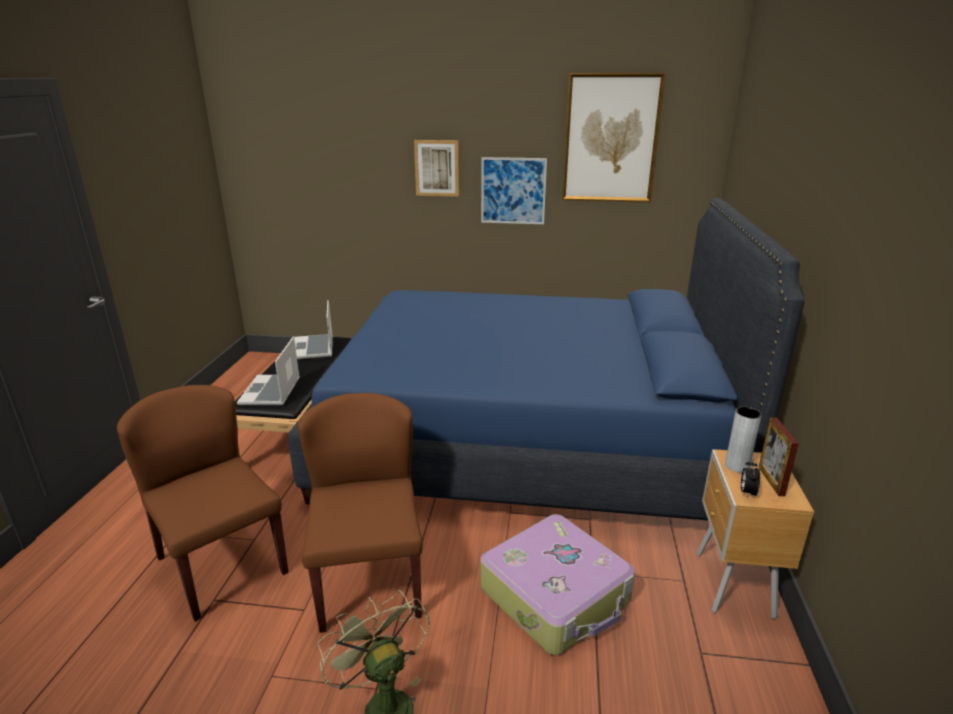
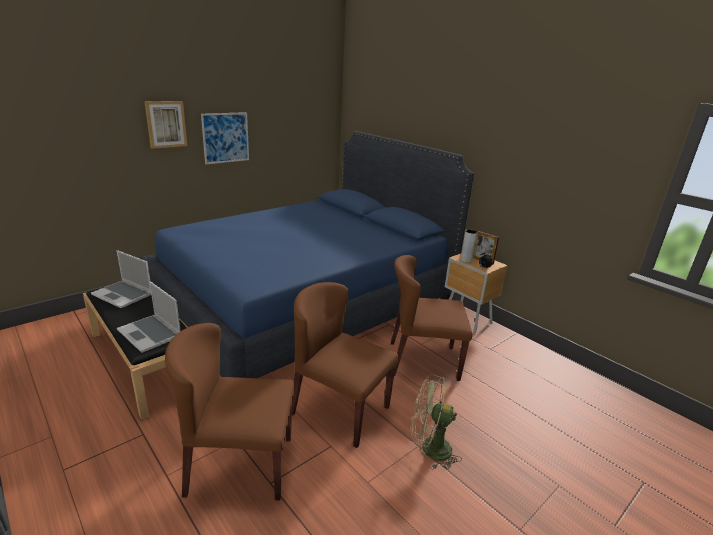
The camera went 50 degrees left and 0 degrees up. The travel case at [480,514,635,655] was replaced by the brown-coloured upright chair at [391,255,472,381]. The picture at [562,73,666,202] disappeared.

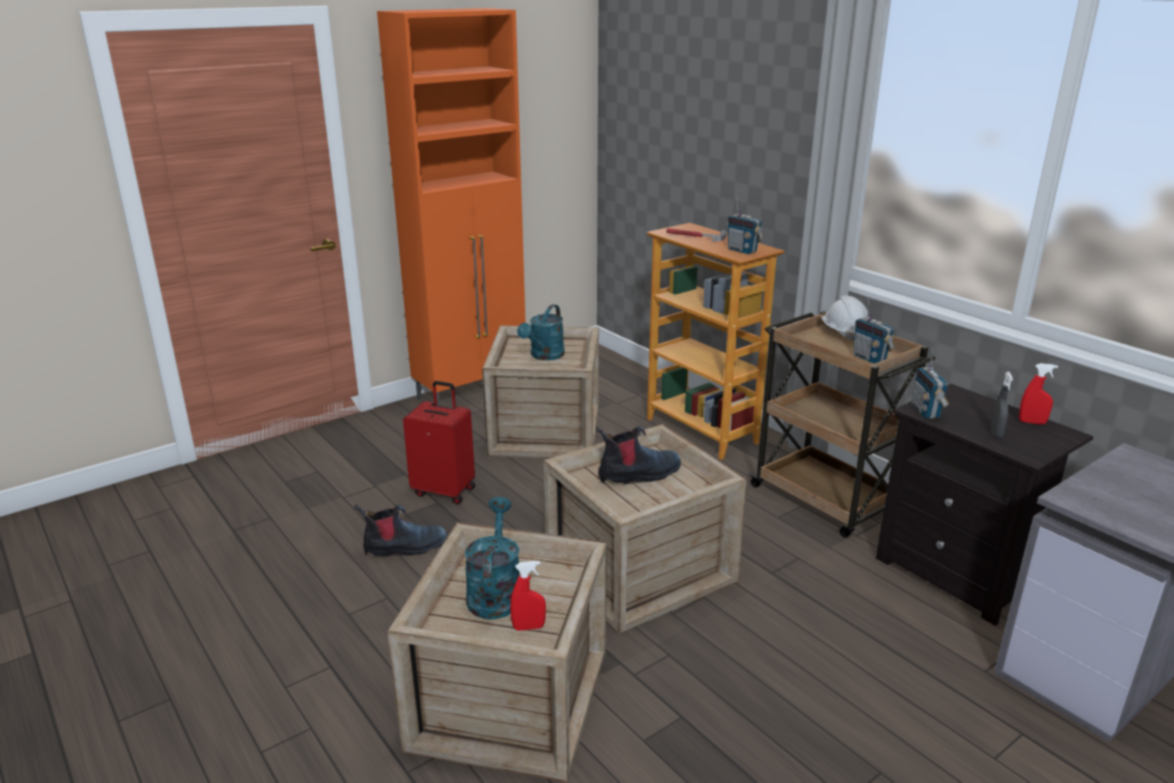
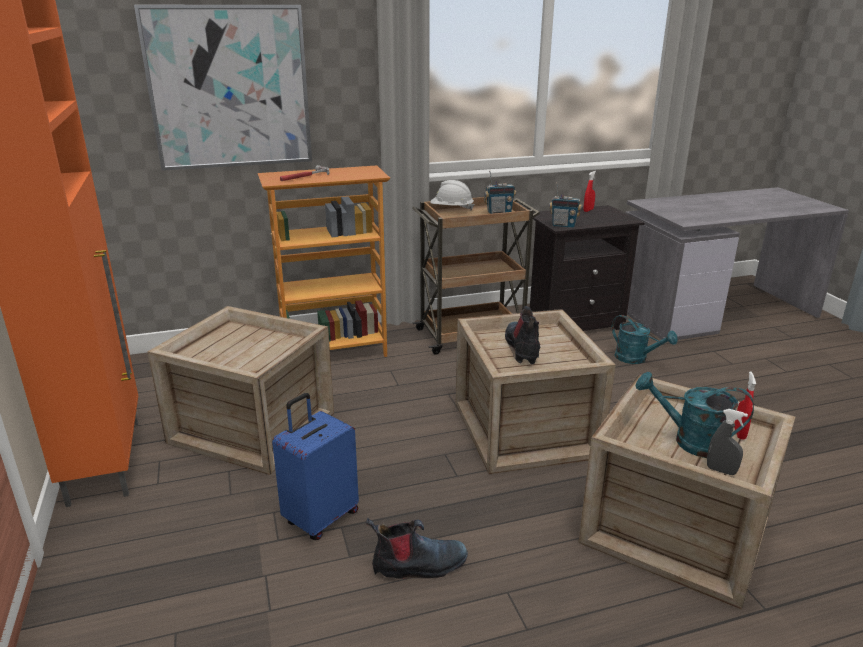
The camera went 70 degrees left and 0 degrees up. The high-top boot at [354,504,447,557] turned 75 degrees clockwise. The red travel case at [403,381,475,504] became the bluish travel case at [272,393,359,540]. The blue-green watering can moved from [517,304,565,360] to [612,315,678,364]. The radio receiver at [727,196,763,254] disappeared. The greyish sprayer moved from [990,372,1013,438] to [707,409,748,475]. The picture at [134,5,312,171] appeared.

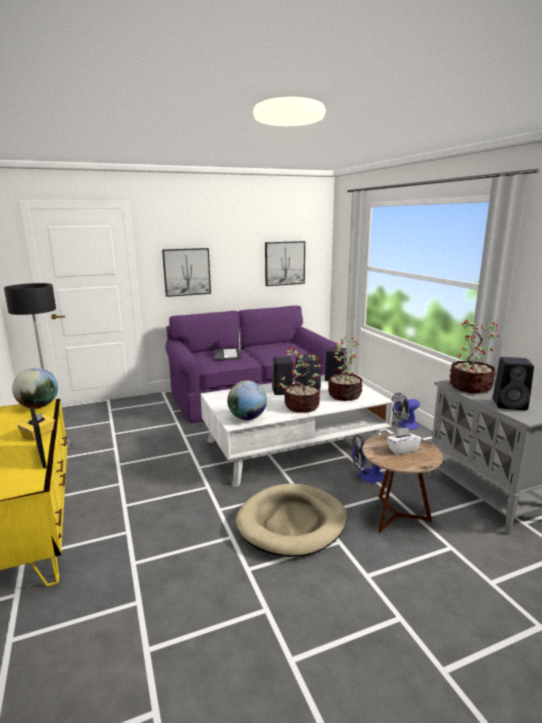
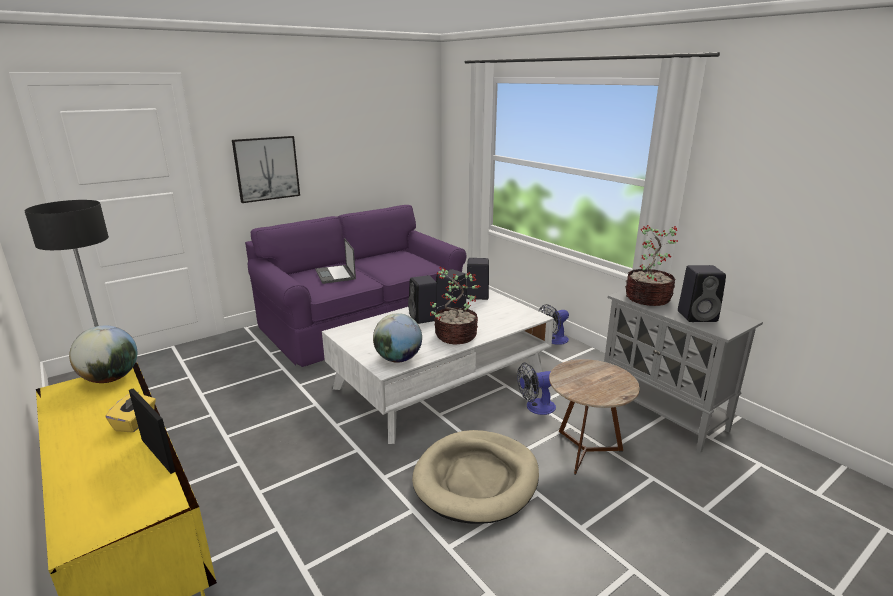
The camera went 15 degrees left and 5 degrees up. The picture at [265,241,305,286] disappeared. The plant in a pot at [328,337,363,401] disappeared. The white tissue holder at [386,427,422,455] disappeared.

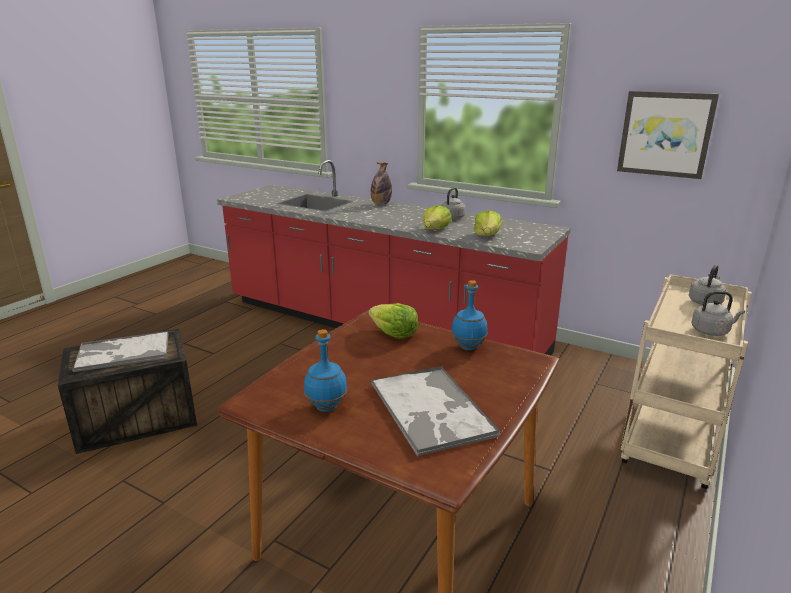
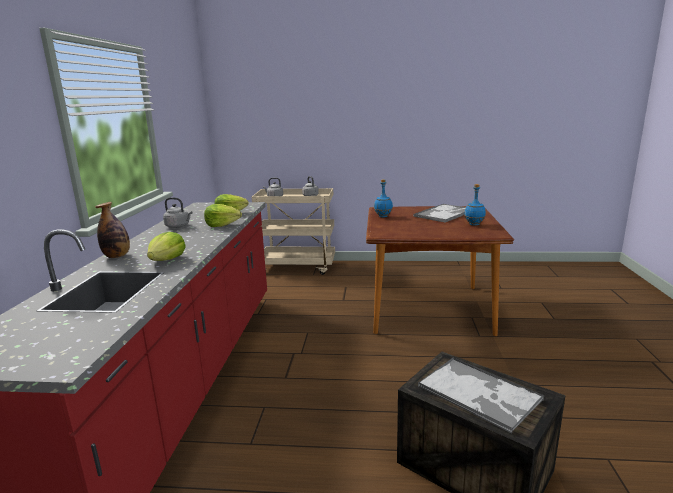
The camera went 115 degrees left and 5 degrees down. The lettuce moved from [368,303,419,339] to [147,232,186,261]. The picture at [617,91,719,179] disappeared.

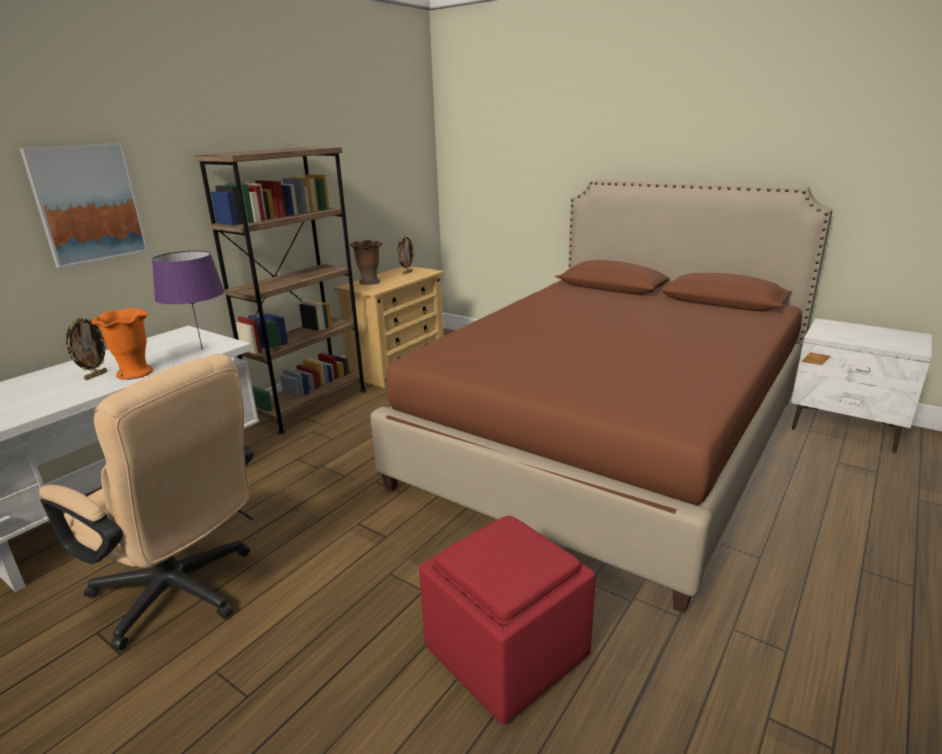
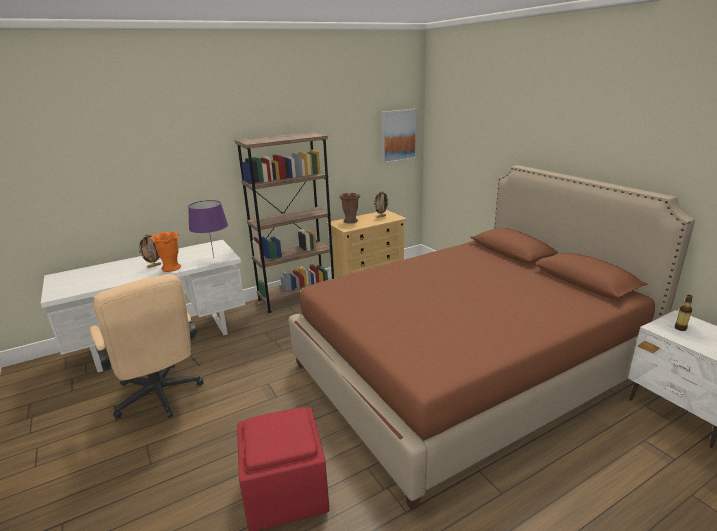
The camera went 25 degrees right and 0 degrees up. The picture moved from [20,143,149,268] to [381,109,417,163]. The beverage bottle at [675,295,693,331] appeared.

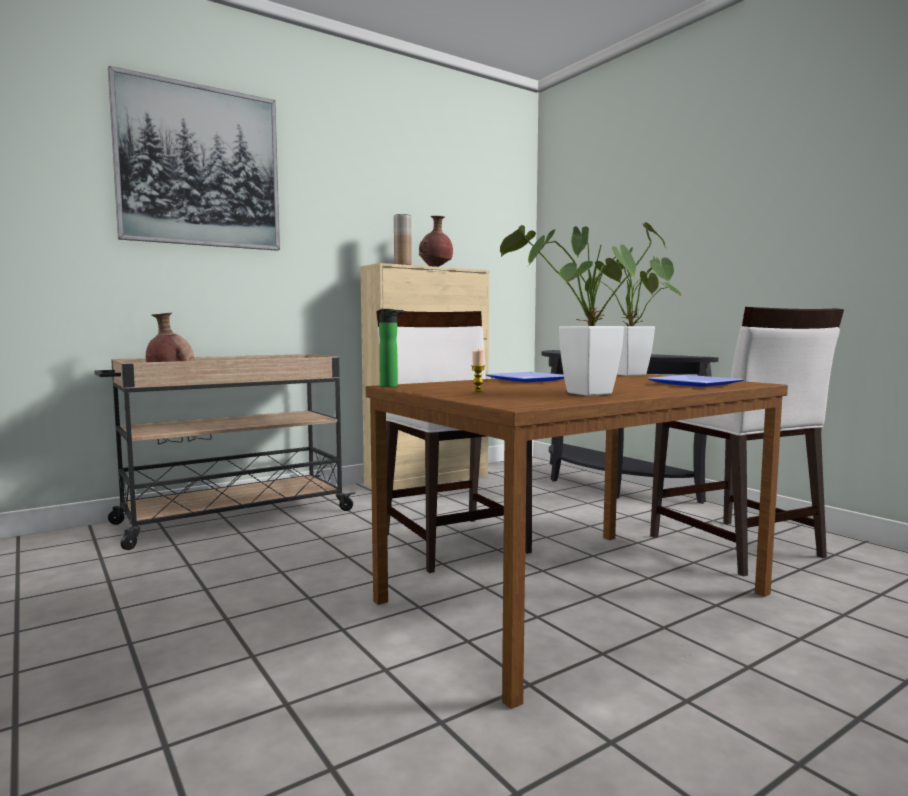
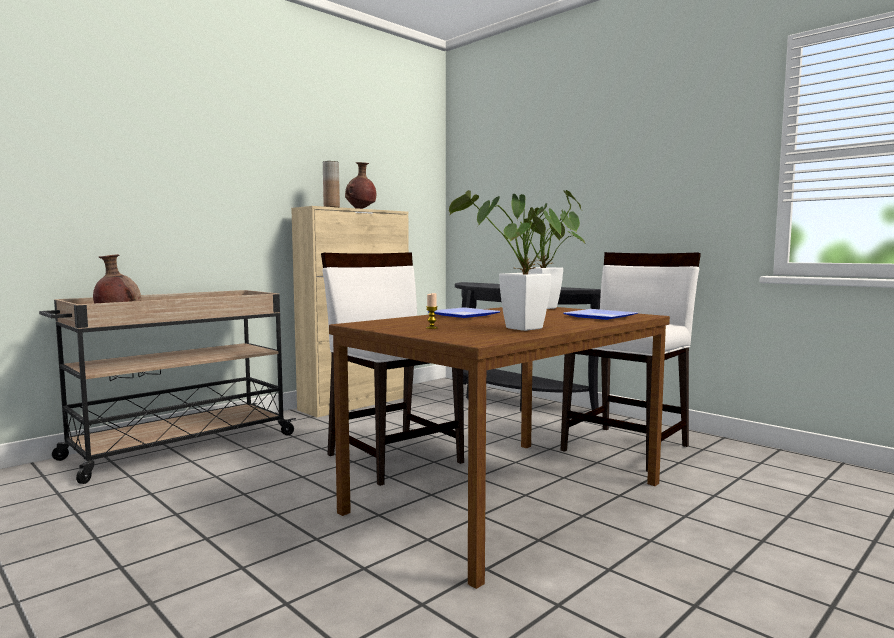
The camera went 10 degrees left and 0 degrees up. The picture at [108,66,280,251] disappeared. The beverage bottle at [379,309,404,387] disappeared. The white upright chair at [650,307,844,576] turned 105 degrees counterclockwise.

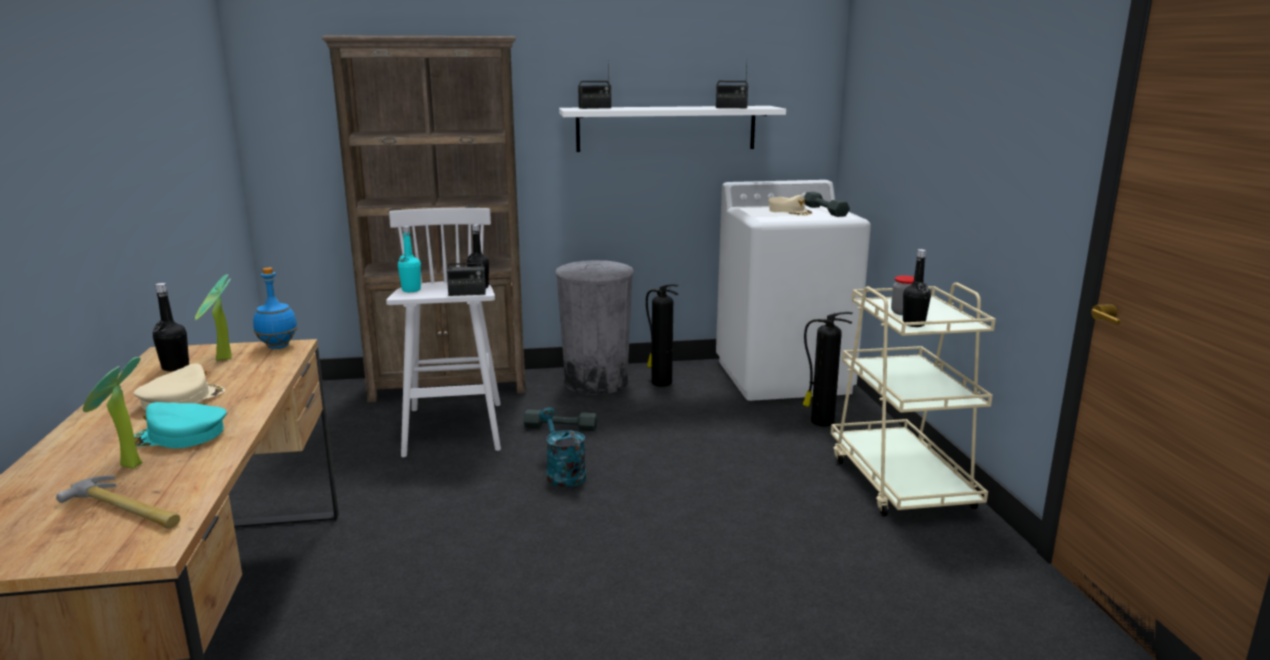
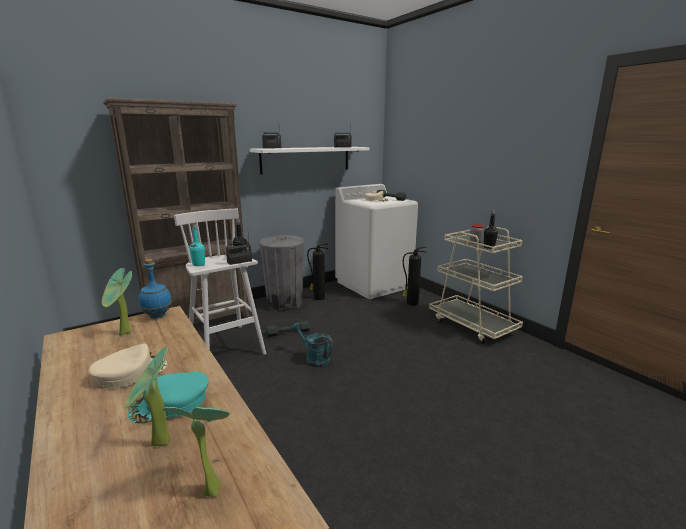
The camera went 25 degrees left and 0 degrees up. The hand hammer at [56,476,180,529] was replaced by the plant in a pot at [163,407,230,497]. The beige peaked cap at [134,363,225,410] turned 45 degrees clockwise. The black beverage bottle at [153,283,189,371] disappeared.

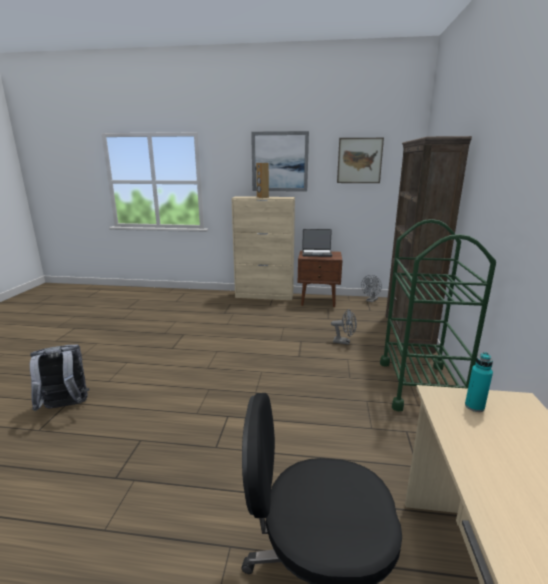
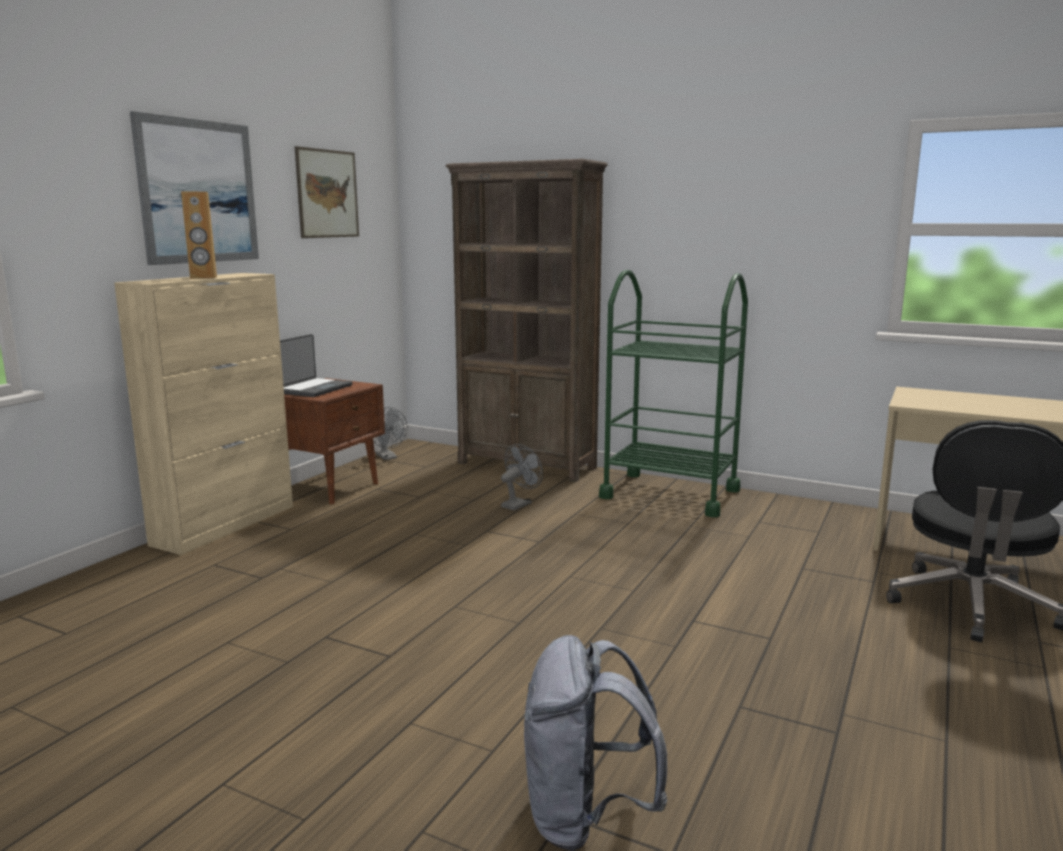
The camera went 70 degrees left and 5 degrees down. The blue-green beverage bottle at [465,352,493,412] disappeared.

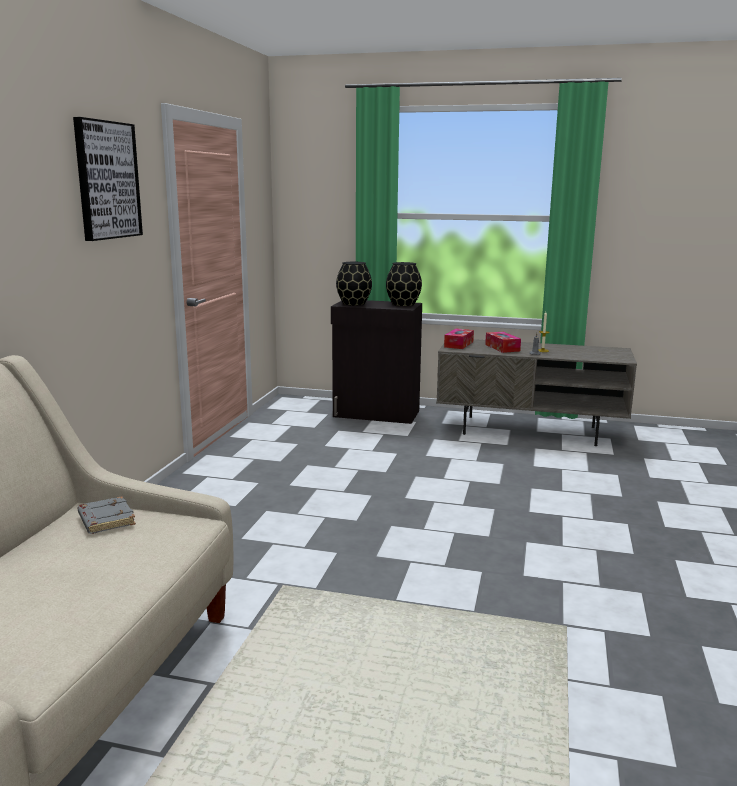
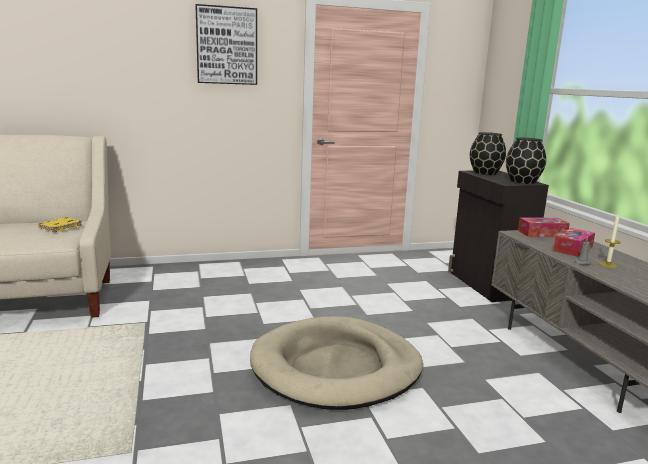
The camera went 60 degrees right and 0 degrees up. The greyish volume at [77,496,136,534] became the yellowish volume at [38,217,82,232]. The beige dog cushion at [250,316,423,410] appeared.

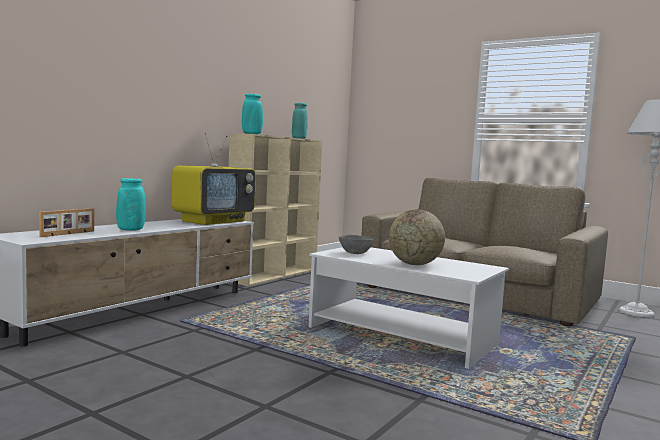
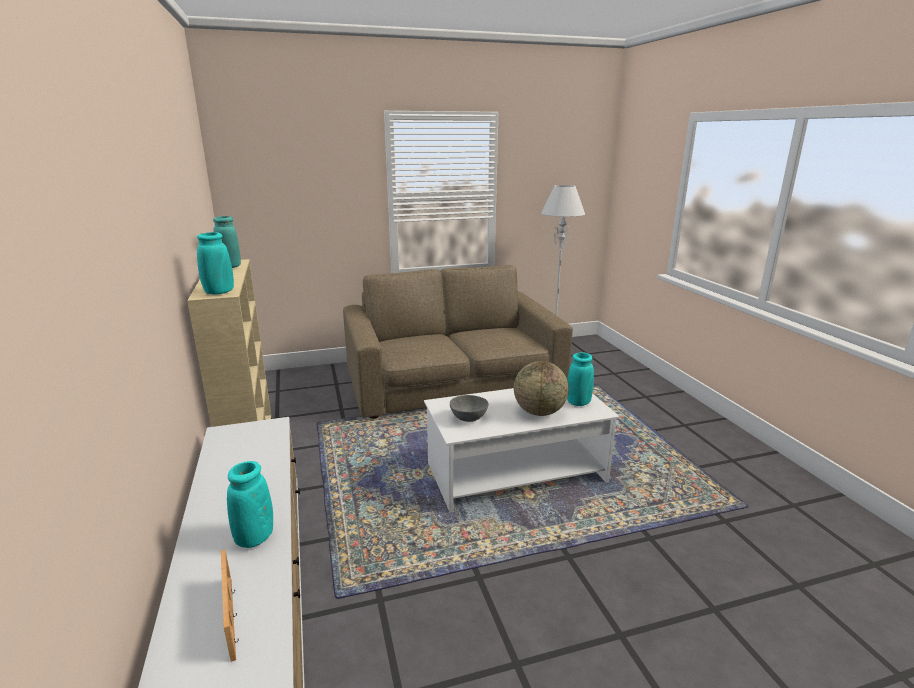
The camera went 50 degrees left and 15 degrees up. The TV at [172,133,256,225] disappeared. The blue-green vase at [567,352,594,406] appeared.

